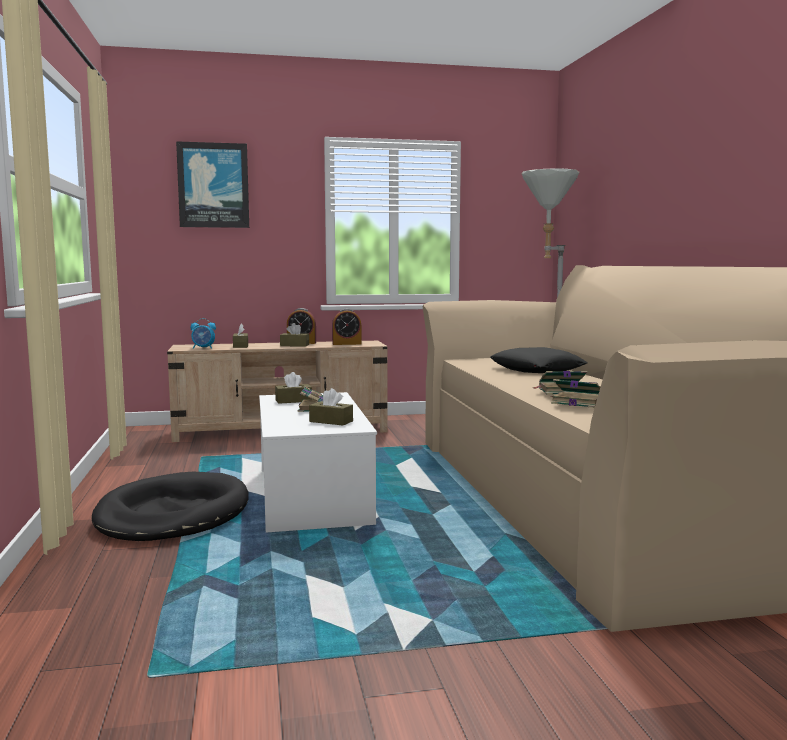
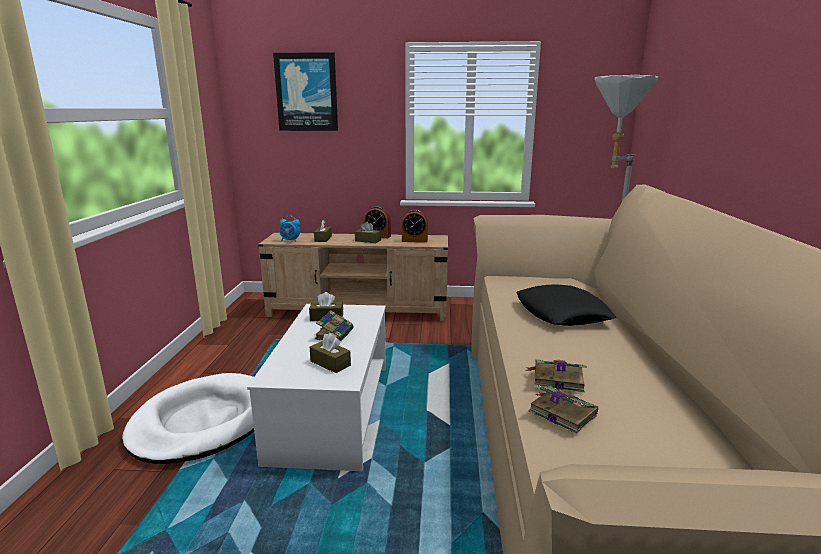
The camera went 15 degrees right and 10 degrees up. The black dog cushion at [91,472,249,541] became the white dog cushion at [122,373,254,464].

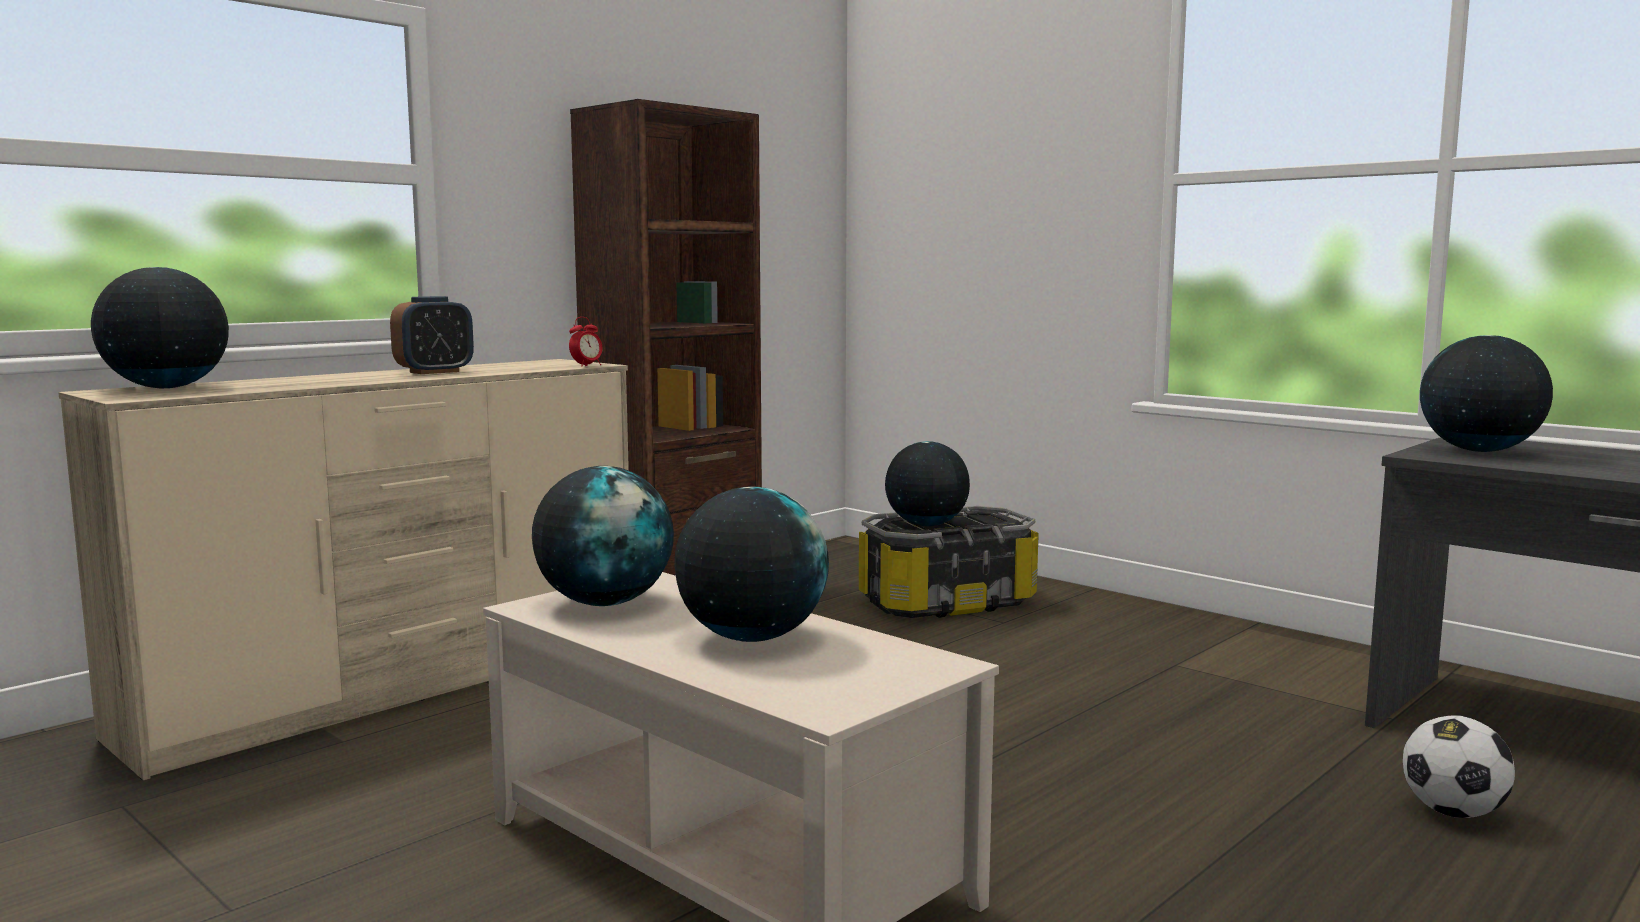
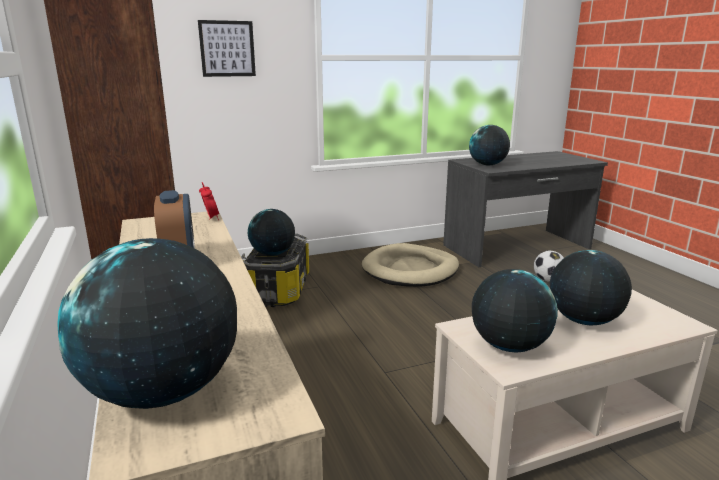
The camera went 65 degrees left and 10 degrees up. The picture at [198,20,256,77] appeared. The beige dog cushion at [362,243,459,287] appeared.

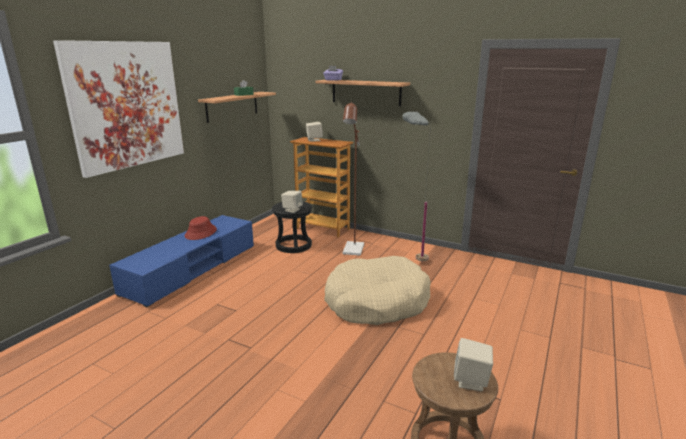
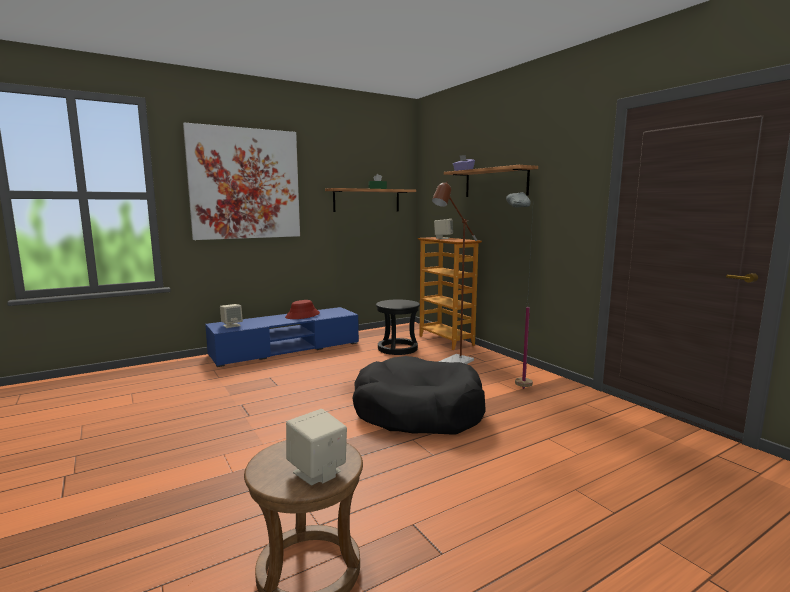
The camera went 30 degrees right and 10 degrees down. The beige loudspeaker moved from [281,191,303,213] to [220,304,243,328]. The beige dog cushion at [324,256,431,325] became the black dog cushion at [352,356,486,435].

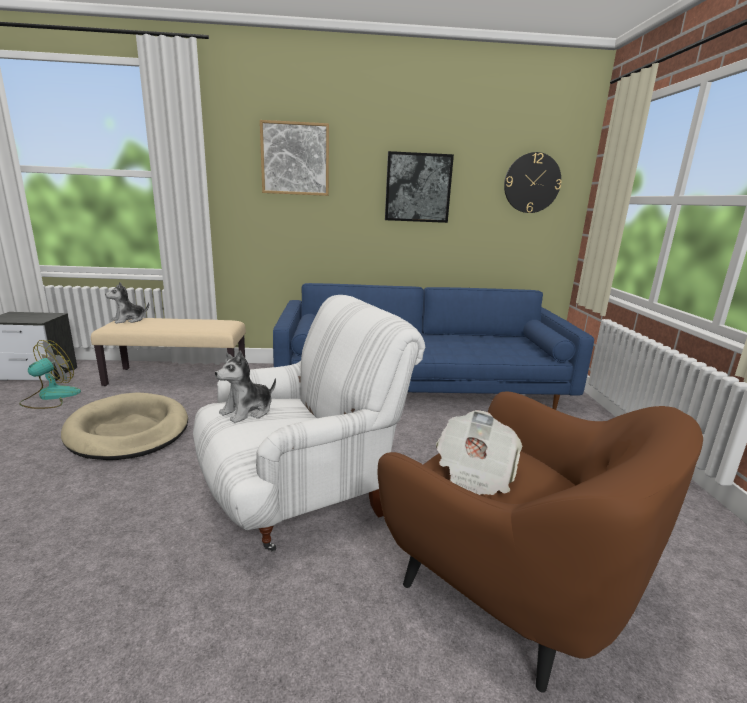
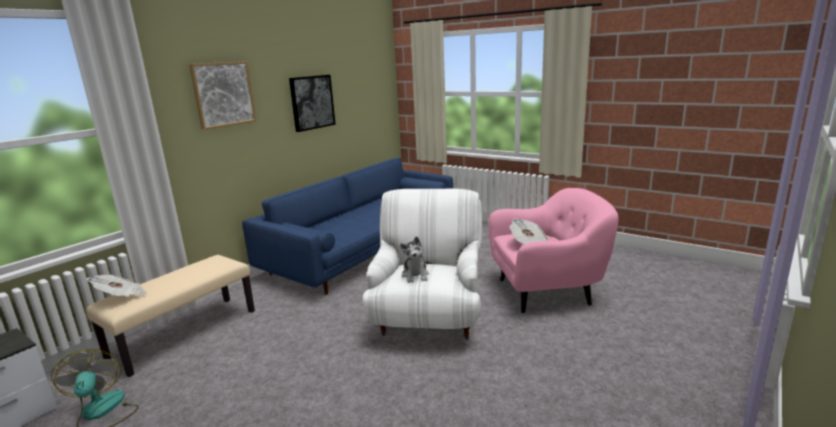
The camera went 50 degrees left and 0 degrees up. The beige dog cushion at [61,392,188,460] disappeared. The soft toy at [105,282,149,324] was replaced by the printed paper at [86,275,147,297]. The brown-coloured armchair at [377,391,703,693] became the pinkish armchair at [489,188,619,313]. The clock on the wall at [504,152,562,213] disappeared.

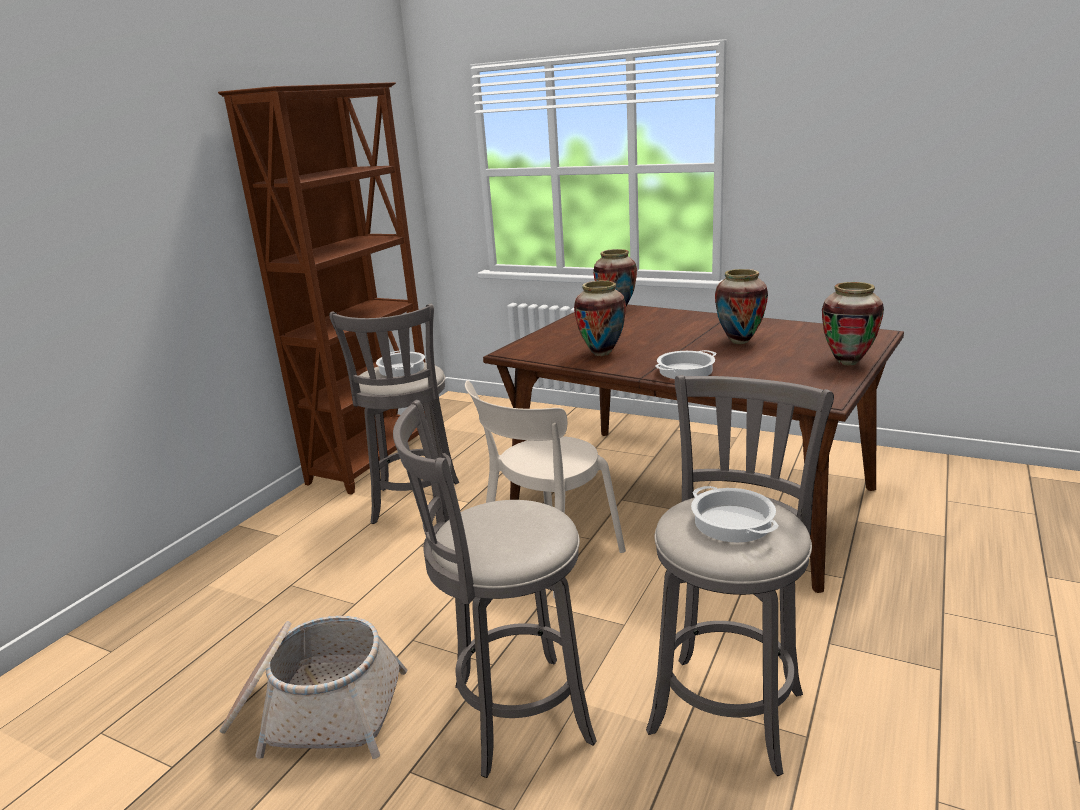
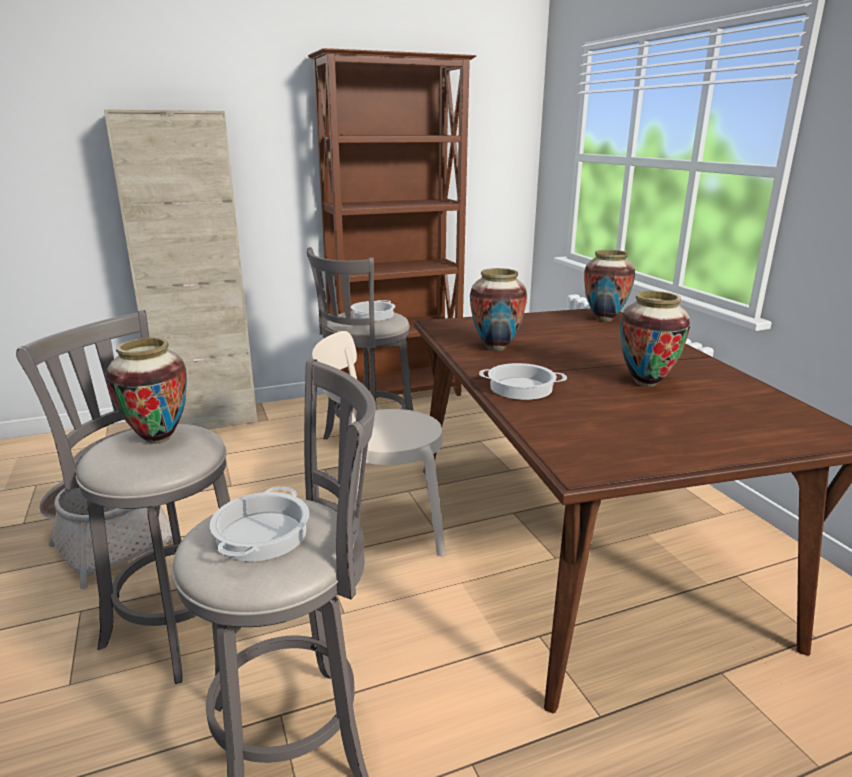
The camera went 40 degrees right and 0 degrees up. The vase moved from [822,282,884,365] to [106,338,187,444]. The beige storage cabinet at [104,109,258,429] appeared.

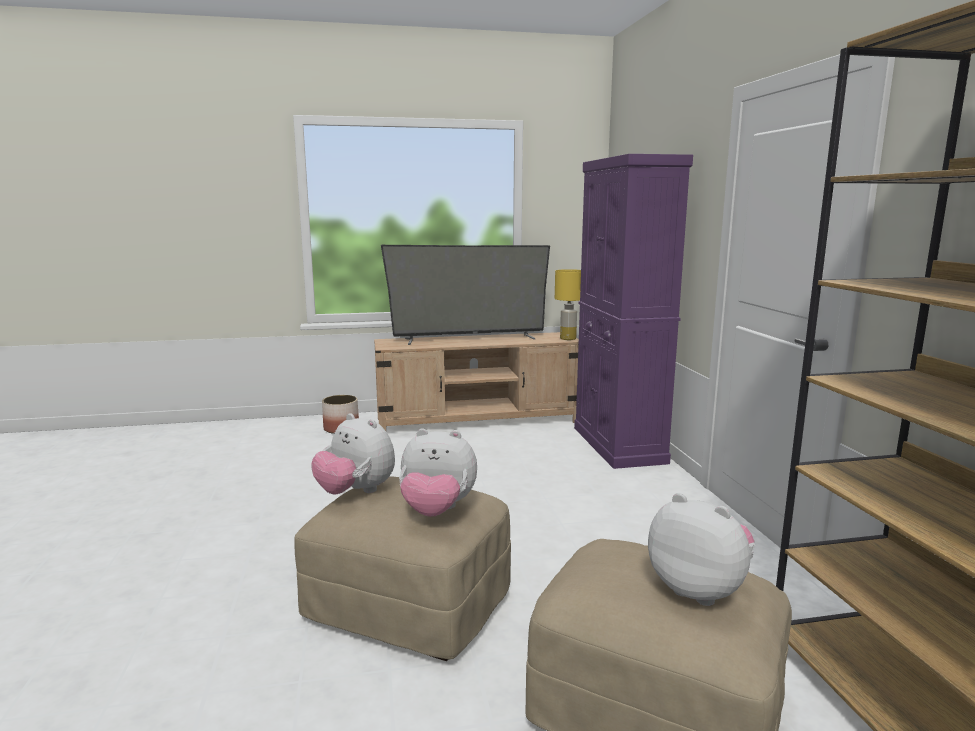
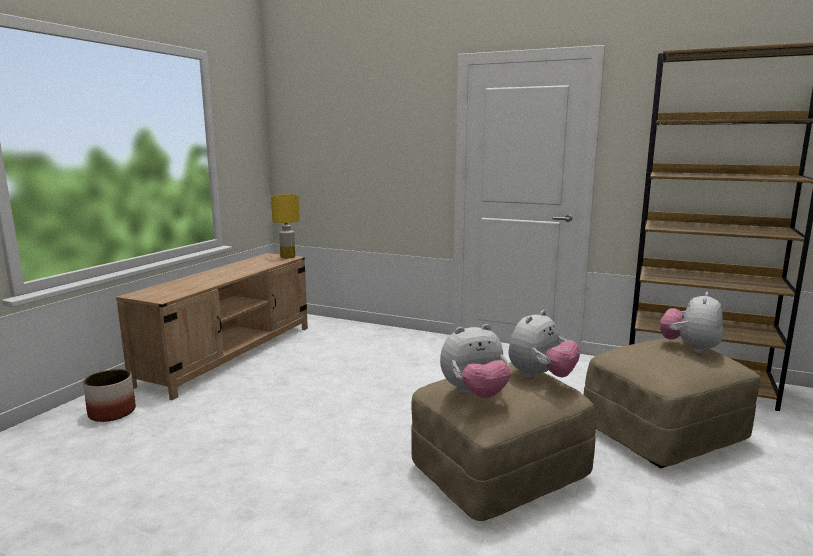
The camera went 55 degrees left and 0 degrees up. The TV at [381,245,550,345] disappeared. The purple storage cabinet at [574,154,693,469] disappeared. The soft toy at [648,493,755,606] turned 45 degrees counterclockwise.

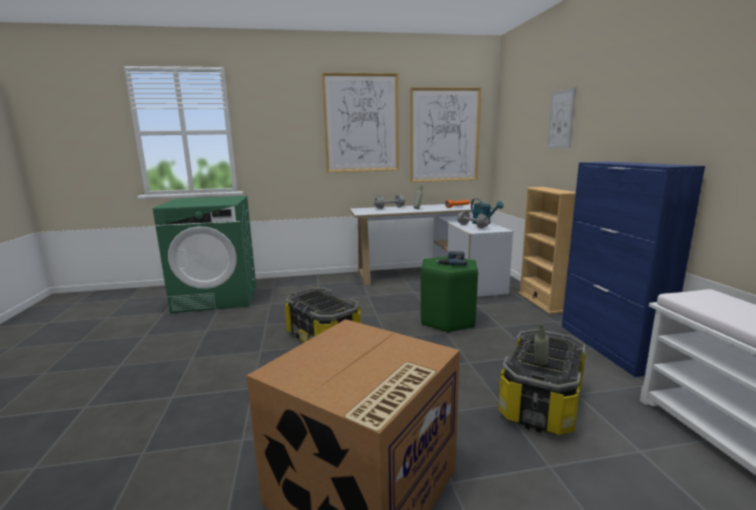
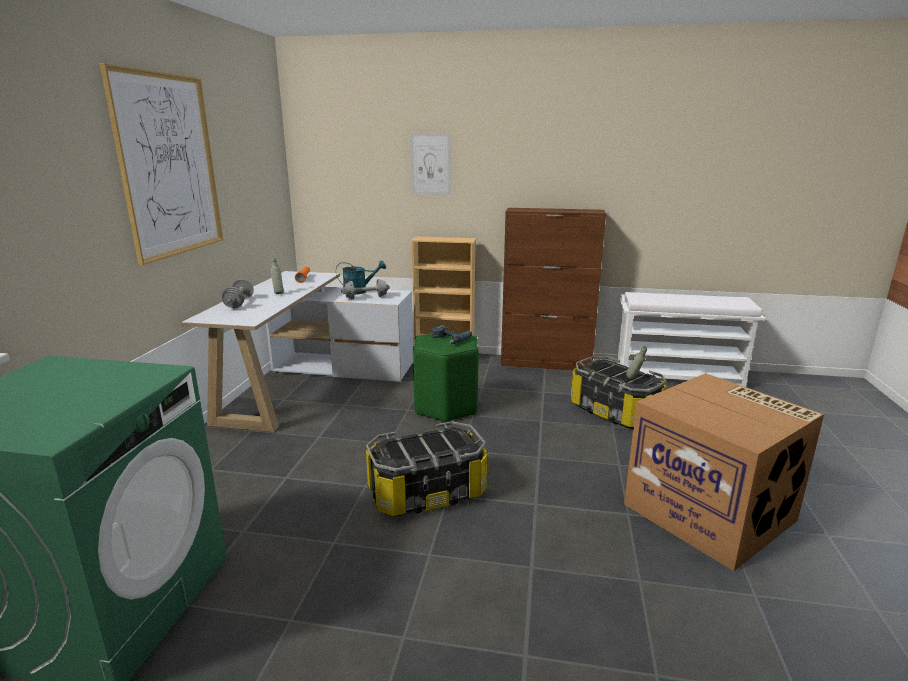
The camera went 70 degrees left and 5 degrees up. The picture at [410,87,481,182] disappeared. The bluish storage cabinet at [562,162,705,377] became the brown-coloured storage cabinet at [501,208,606,371].

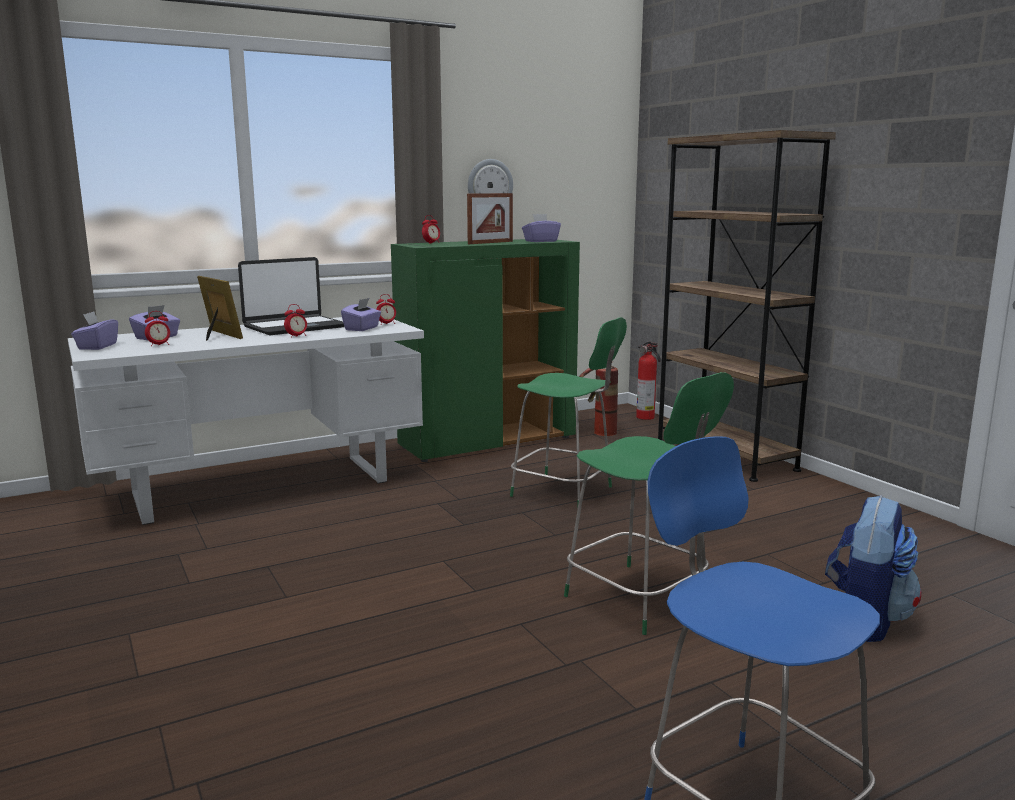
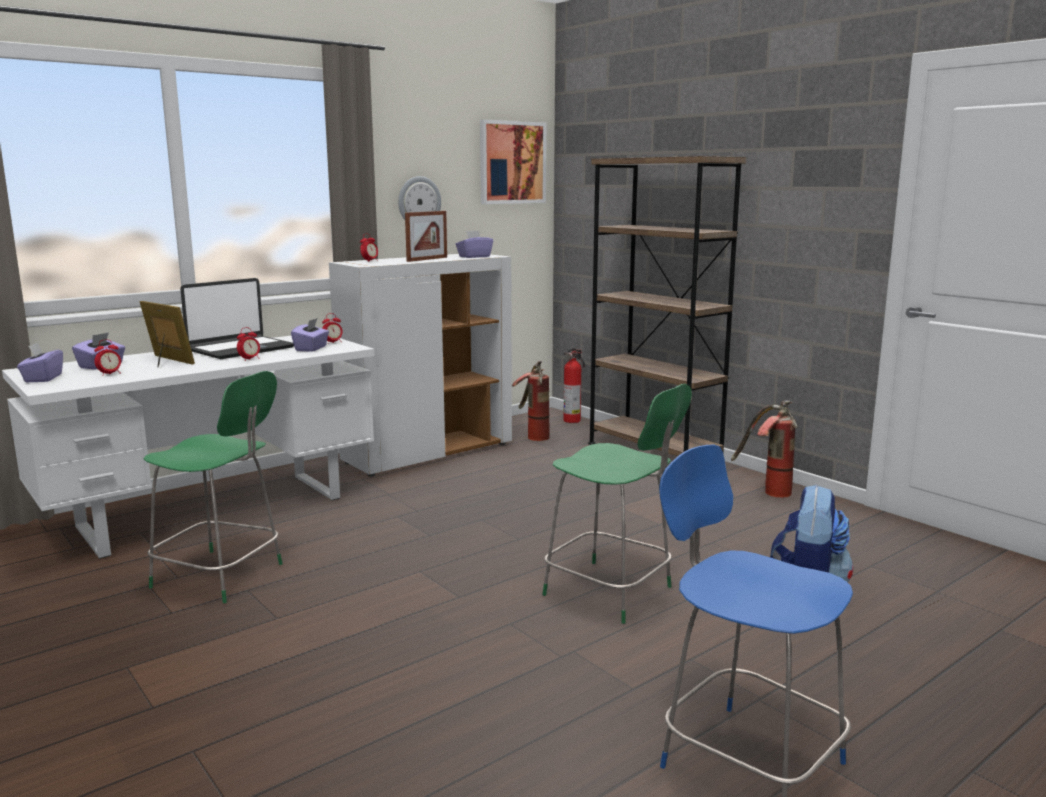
The camera went 10 degrees left and 0 degrees up. The green-coloured storage cabinet at [391,239,580,462] became the white storage cabinet at [329,254,512,477]. The green-coloured upright chair moved from [510,317,627,505] to [143,371,283,603]. The picture at [480,119,547,204] appeared. The fire-fighting cylinder at [731,400,798,498] appeared.

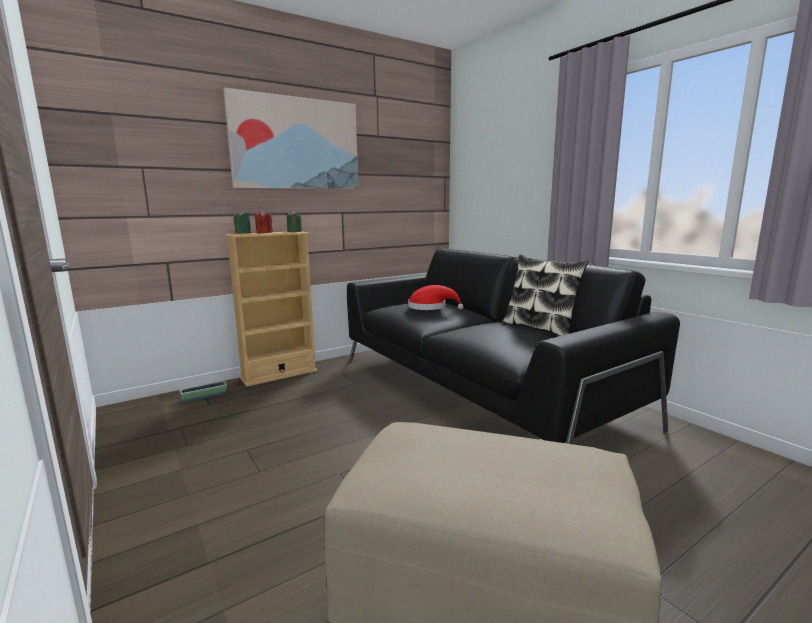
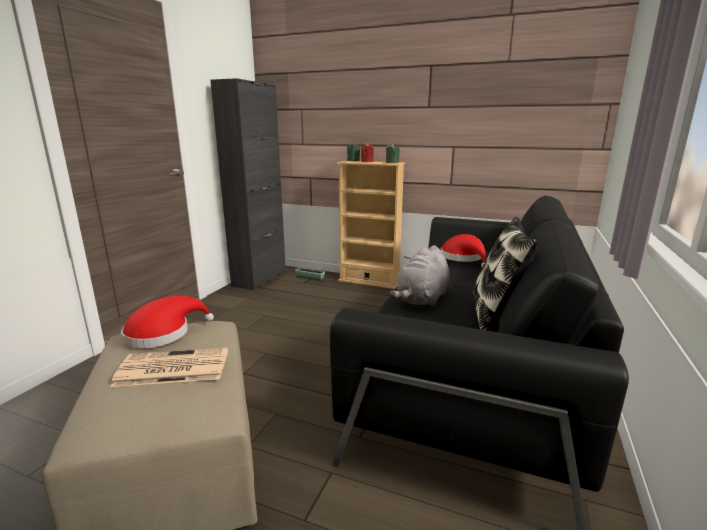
The camera went 55 degrees right and 5 degrees up. The picture at [223,88,358,190] disappeared. The printed paper at [111,348,228,387] appeared. The red clothing hat at [121,296,214,348] appeared. The black storage cabinet at [210,78,286,290] appeared. The greyish soft toy at [389,245,450,307] appeared.

